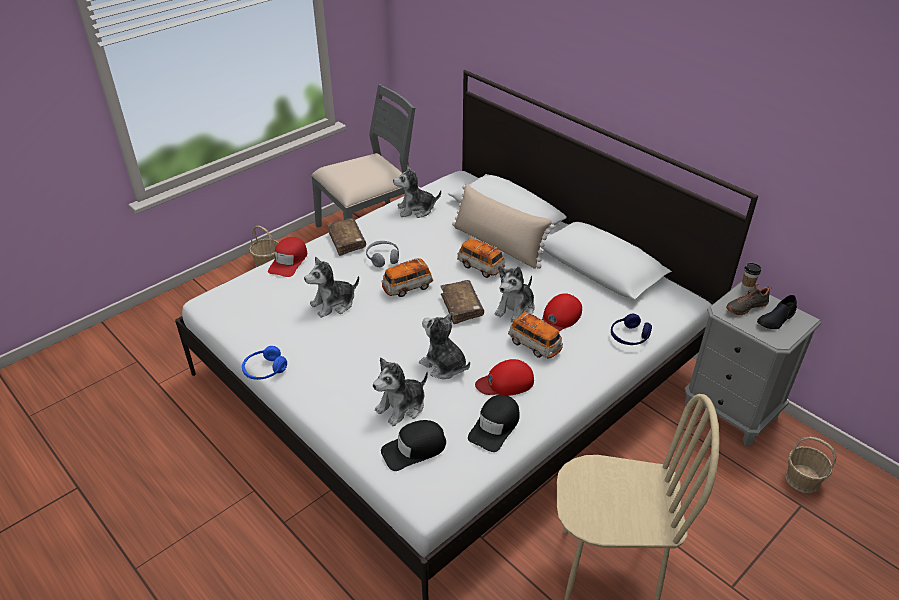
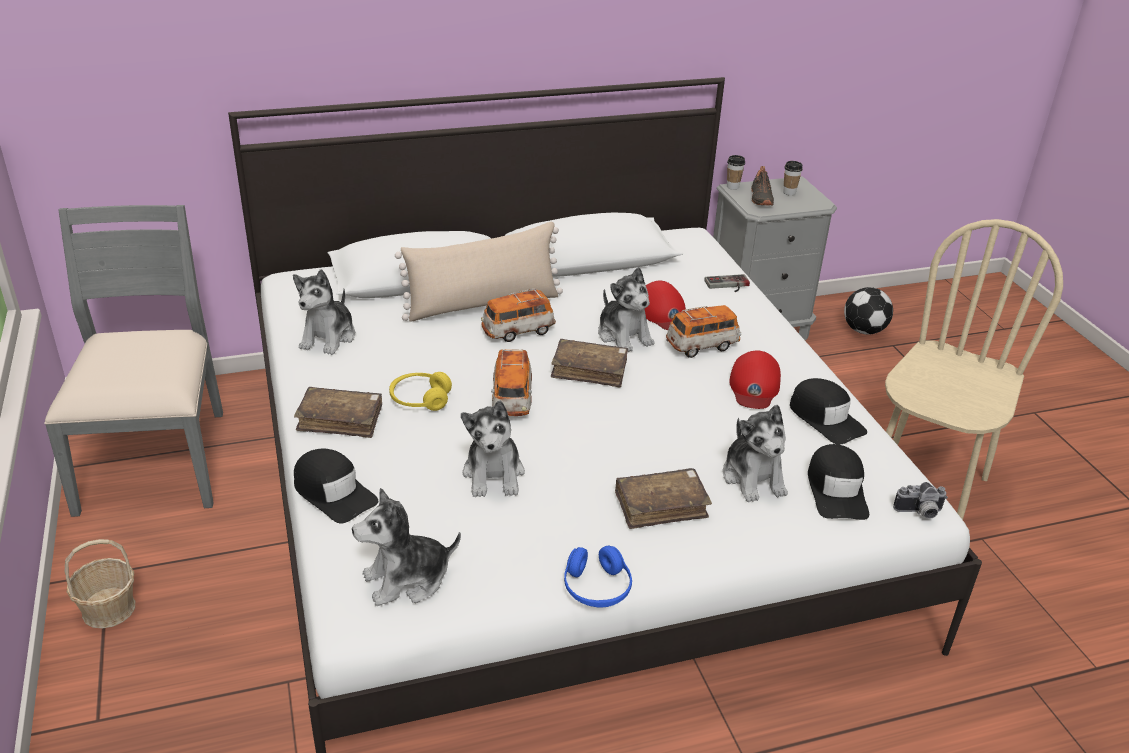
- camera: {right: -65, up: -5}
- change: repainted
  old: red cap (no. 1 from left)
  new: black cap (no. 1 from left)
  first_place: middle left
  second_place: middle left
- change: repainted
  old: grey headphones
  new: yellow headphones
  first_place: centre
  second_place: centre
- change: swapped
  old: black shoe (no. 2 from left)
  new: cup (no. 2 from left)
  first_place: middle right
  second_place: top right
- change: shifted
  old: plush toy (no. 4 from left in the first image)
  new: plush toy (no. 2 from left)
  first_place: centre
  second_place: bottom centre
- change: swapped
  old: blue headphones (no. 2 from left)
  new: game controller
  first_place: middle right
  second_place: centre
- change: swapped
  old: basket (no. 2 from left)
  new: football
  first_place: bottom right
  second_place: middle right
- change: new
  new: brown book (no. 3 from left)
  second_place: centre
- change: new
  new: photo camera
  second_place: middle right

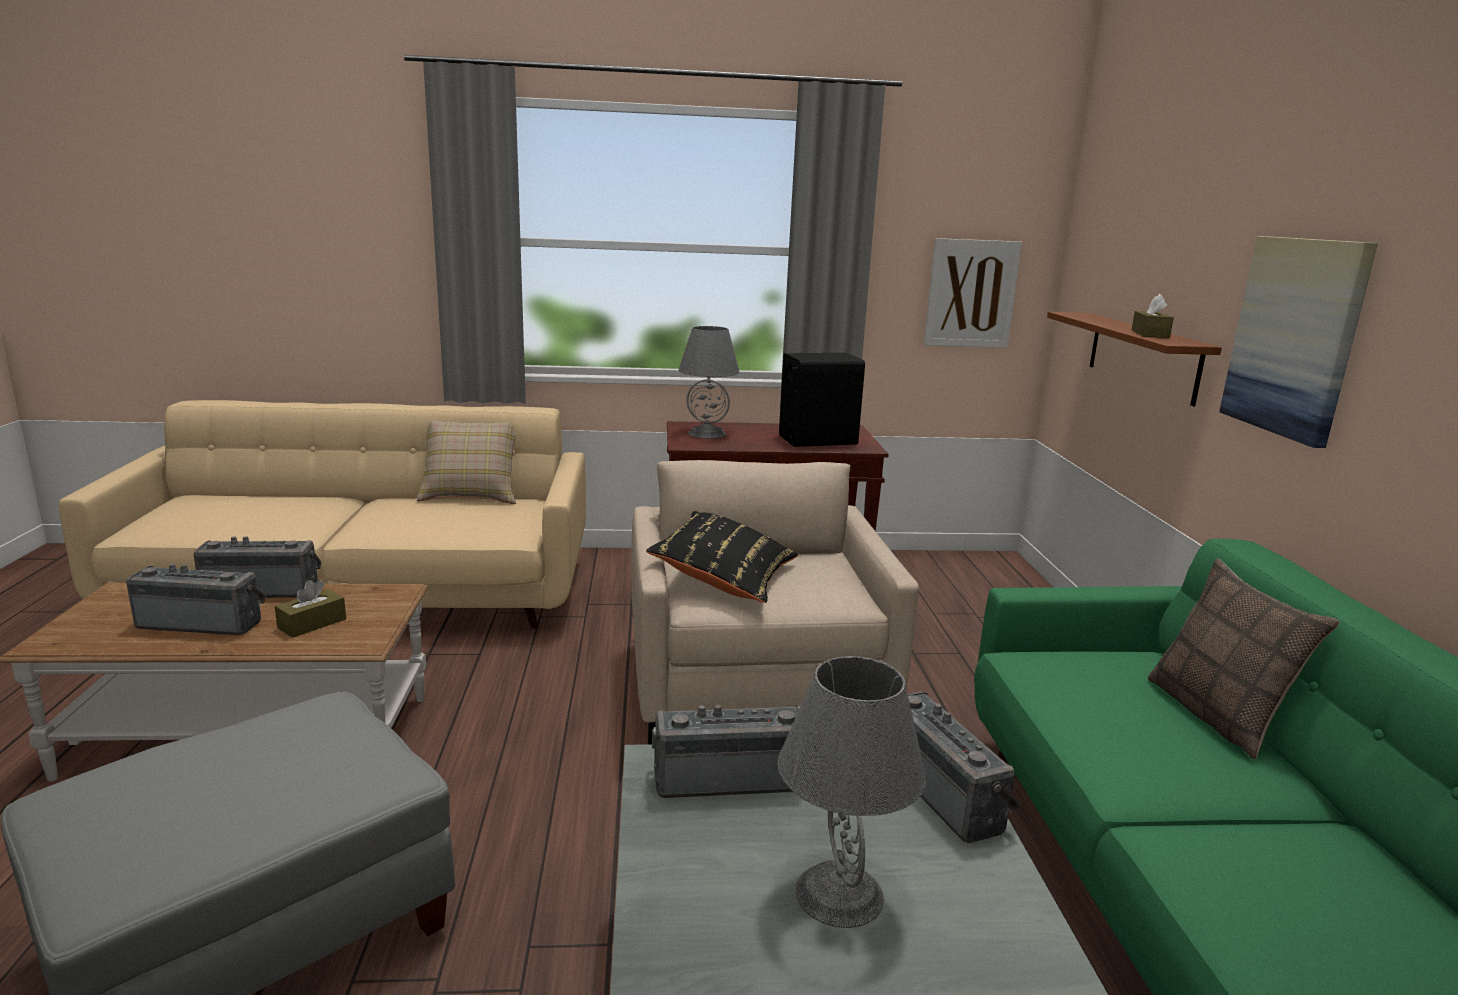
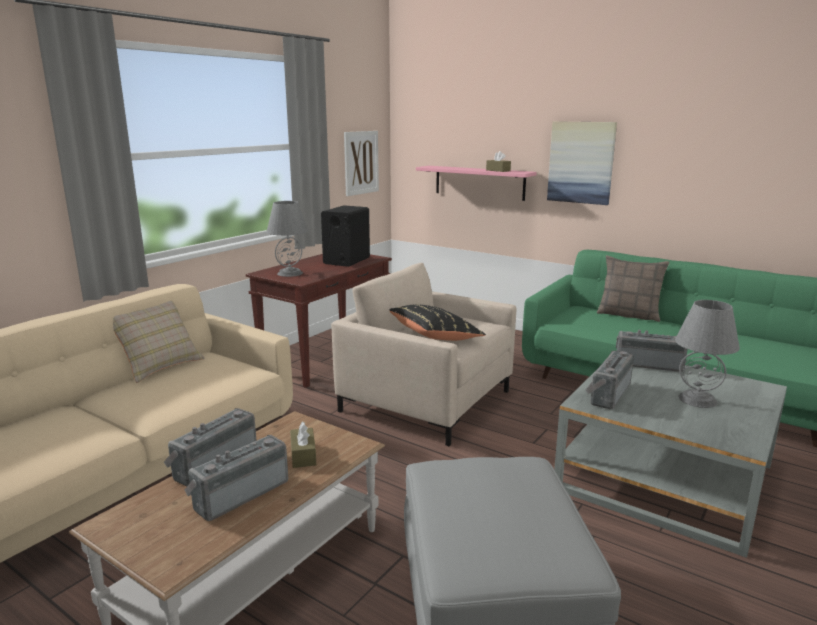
- camera: {right: -50, up: 0}
- change: repainted
  old: brown shelf
  new: pink shelf
  first_place: middle right
  second_place: top centre

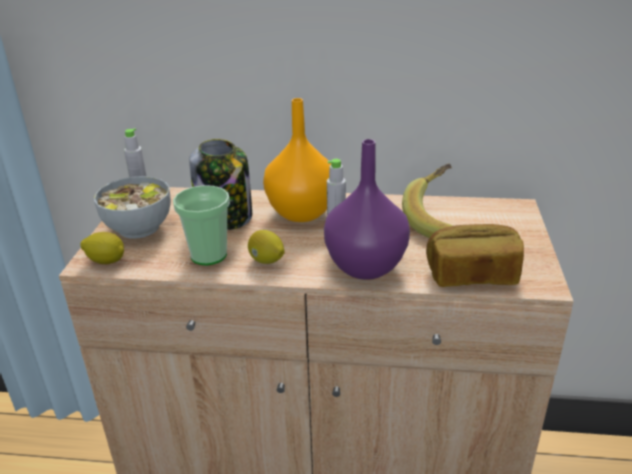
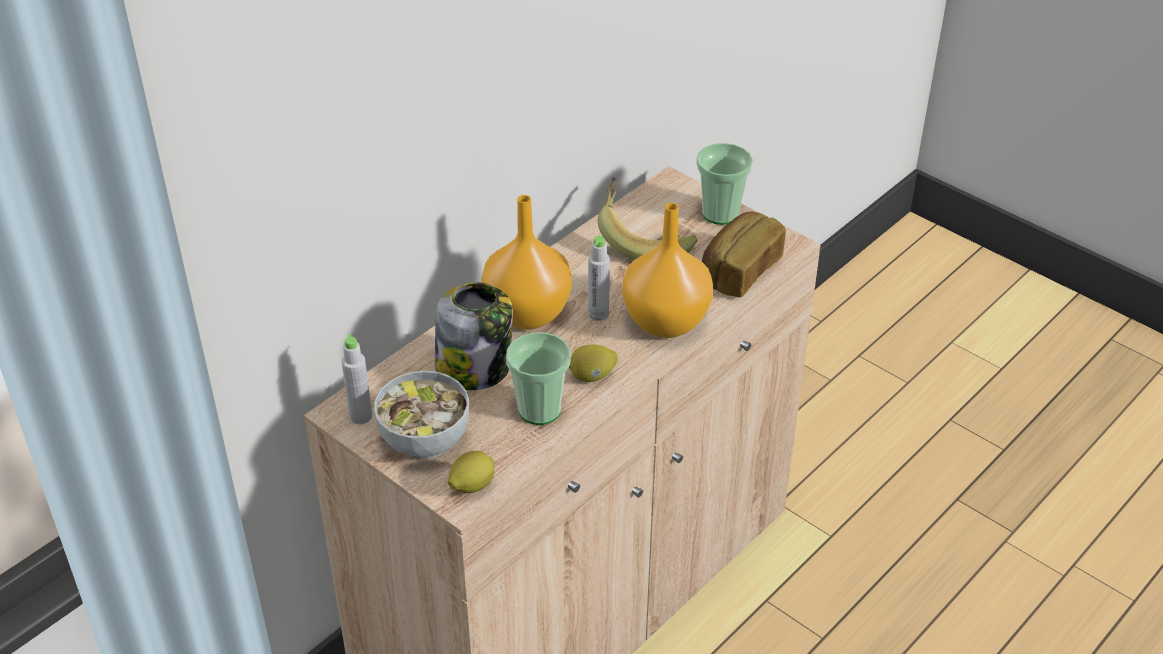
- camera: {right: -55, up: 10}
- change: repainted
  old: purple vase
  new: orange vase (no. 2 from left)
  first_place: centre
  second_place: centre
- change: new
  new: cup (no. 2 from left)
  second_place: top centre

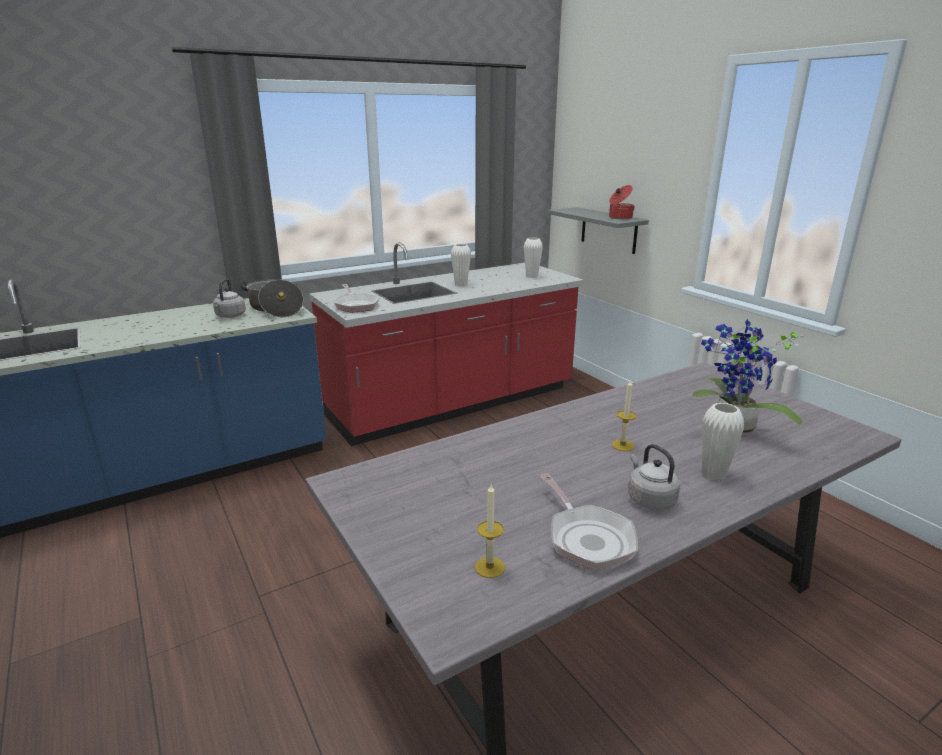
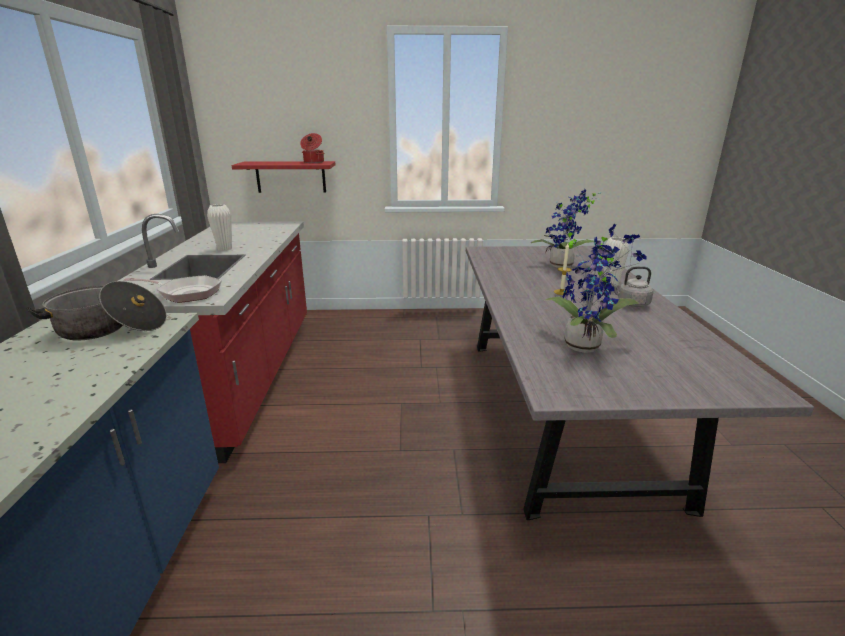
- camera: {right: -60, up: 0}
- change: repainted
  old: grey shelf
  new: red shelf
  first_place: top centre
  second_place: top centre
- change: gone
  old: white vase (no. 2 from left)
  first_place: centre
- change: gone
  old: grey kettle (no. 1 from left)
  first_place: middle left
- change: gone
  old: frying pan (no. 2 from left)
  first_place: bottom centre
- change: gone
  old: candle (no. 1 from left)
  first_place: bottom centre
- change: new
  new: potted plant (no. 2 from left)
  second_place: middle right

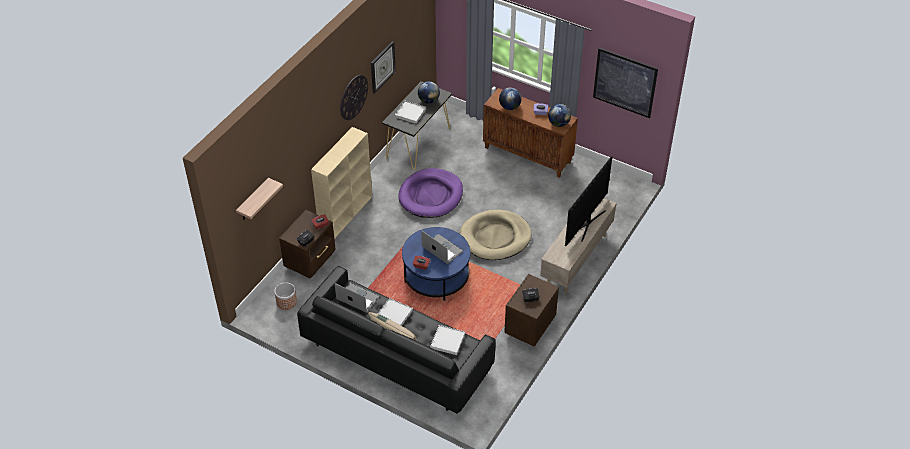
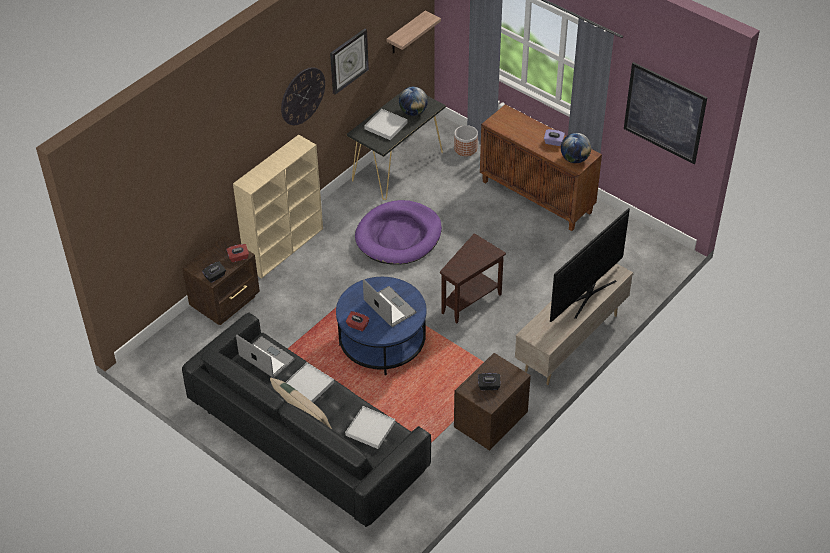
- camera: {right: 10, up: 0}
- change: gone
  old: globe (no. 2 from left)
  first_place: top centre
- change: shifted
  old: shelf
  first_place: middle left
  second_place: top centre
- change: swapped
  old: beige dog bed
  new: brown side table
  first_place: centre
  second_place: centre
- change: shifted
  old: planter
  first_place: middle left
  second_place: top centre

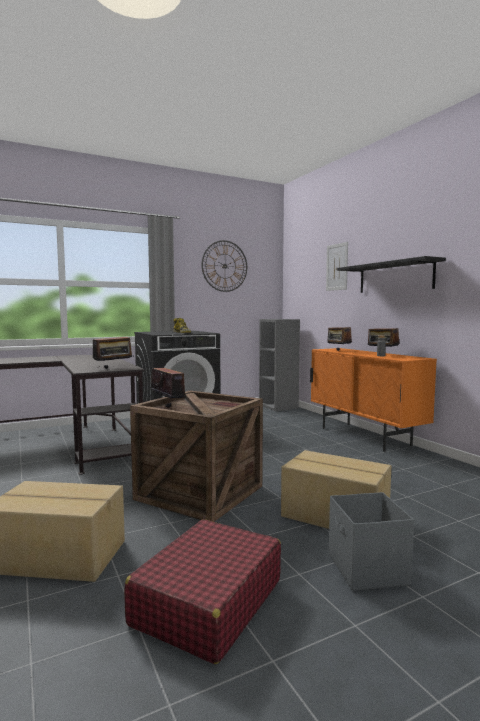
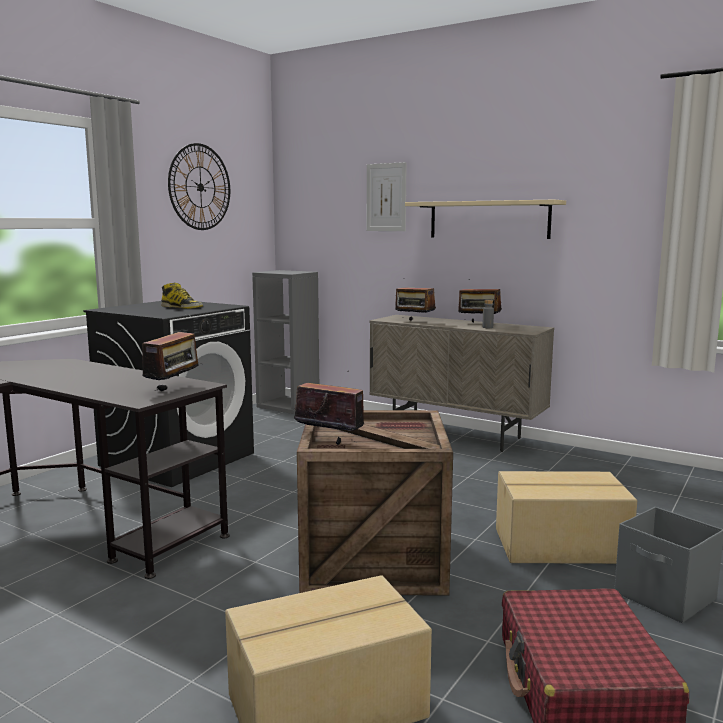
- camera: {right: -30, up: 5}
- change: repainted
  old: black shelf
  new: beige shelf
  first_place: middle right
  second_place: top right
- change: repainted
  old: orange cabinet
  new: beige cabinet
  first_place: middle right
  second_place: centre

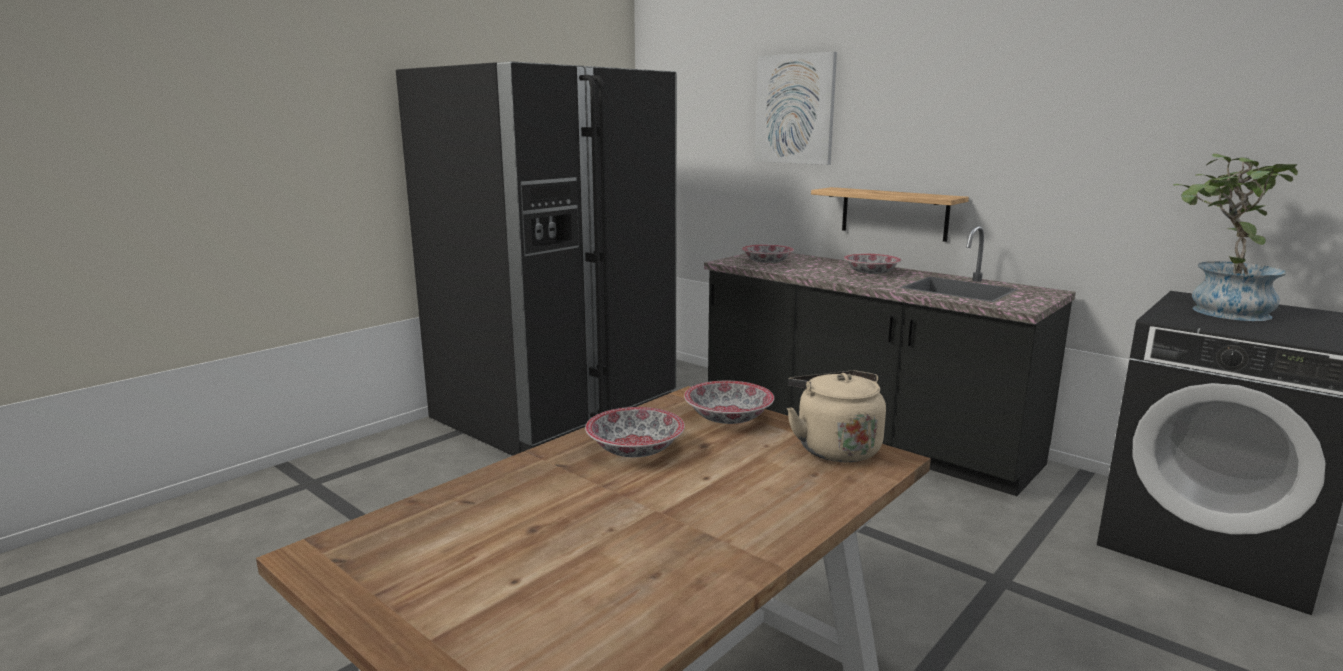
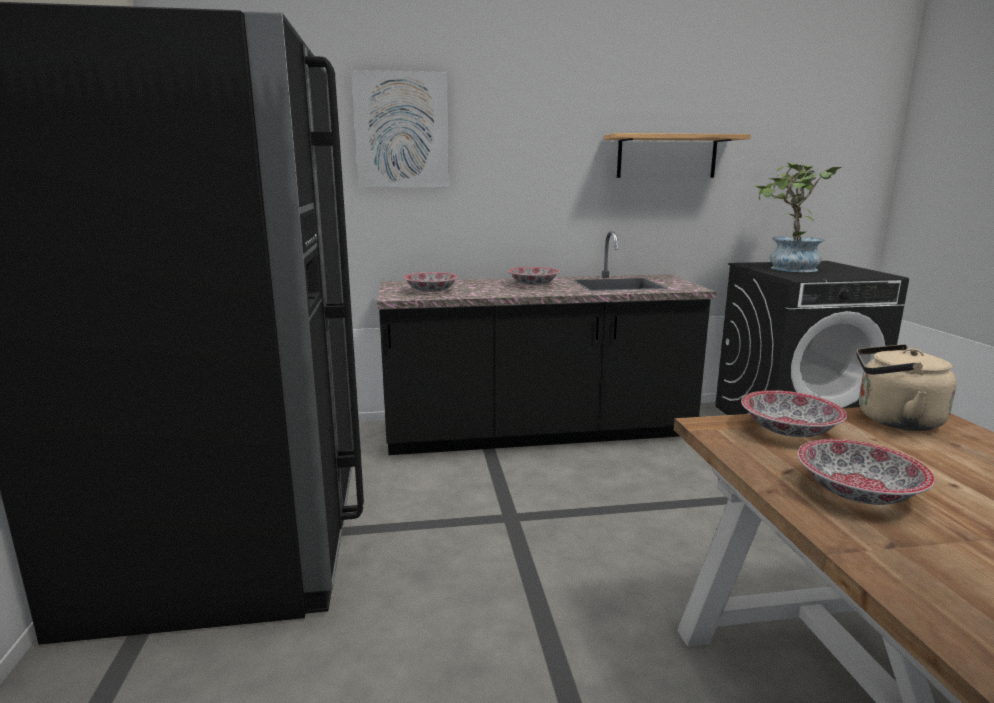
- camera: {right: -50, up: 0}
- change: shifted
  old: shelf
  first_place: top centre
  second_place: top right

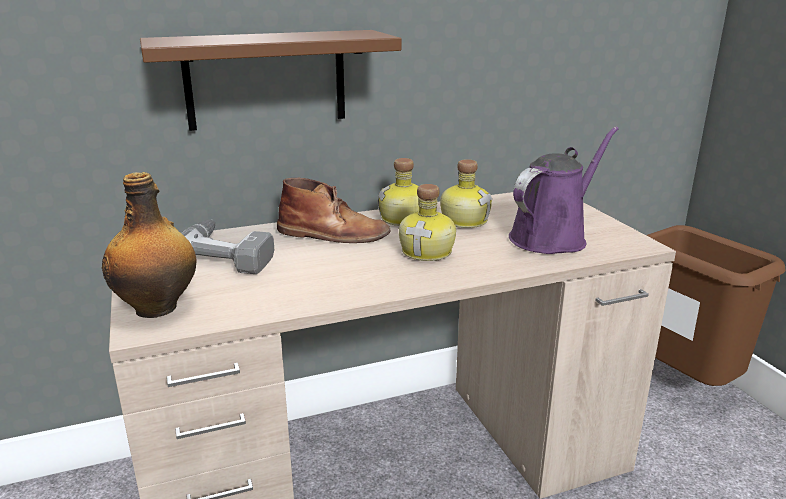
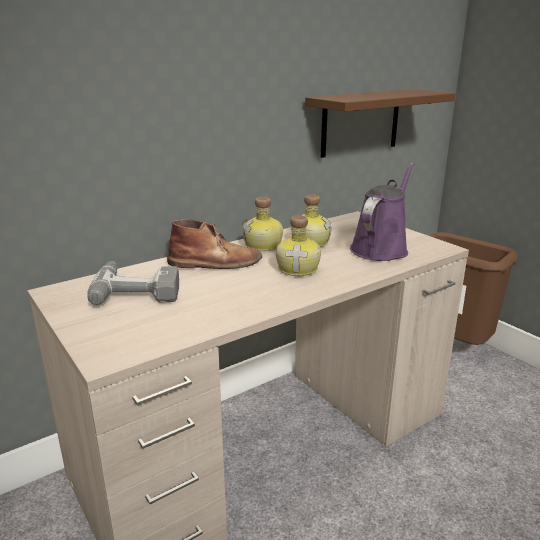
- camera: {right: -15, up: 0}
- change: shifted
  old: brown shelf
  first_place: top centre
  second_place: top right
- change: gone
  old: bottle (no. 1 from left)
  first_place: middle left

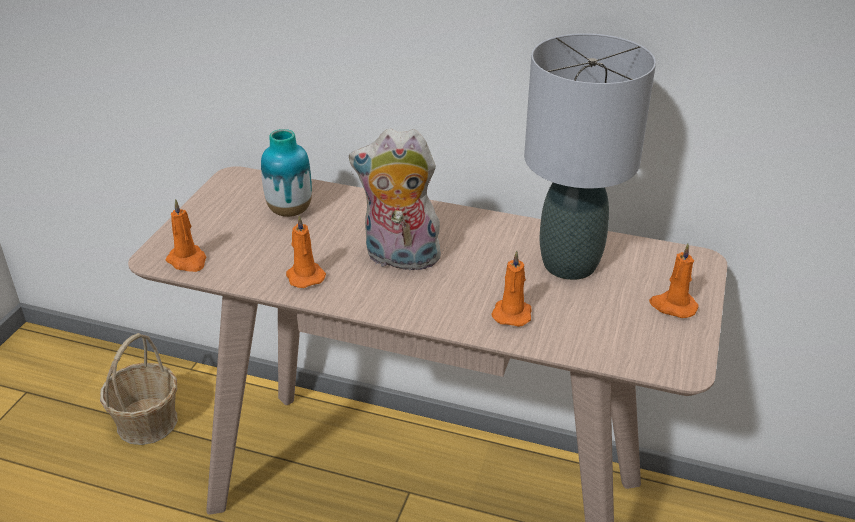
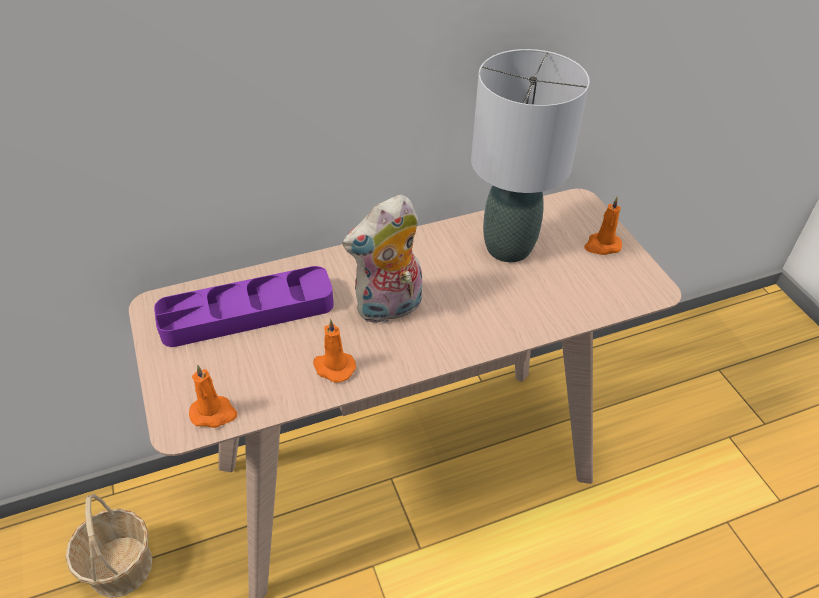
- camera: {right: -40, up: 10}
- change: swapped
  old: vase
  new: purple tray
  first_place: top centre
  second_place: middle left
- change: gone
  old: orange candle (no. 3 from left)
  first_place: centre

